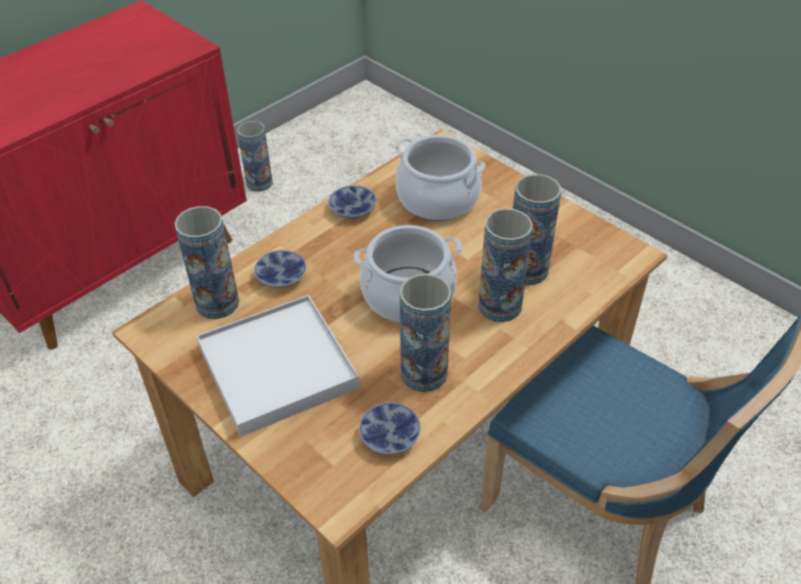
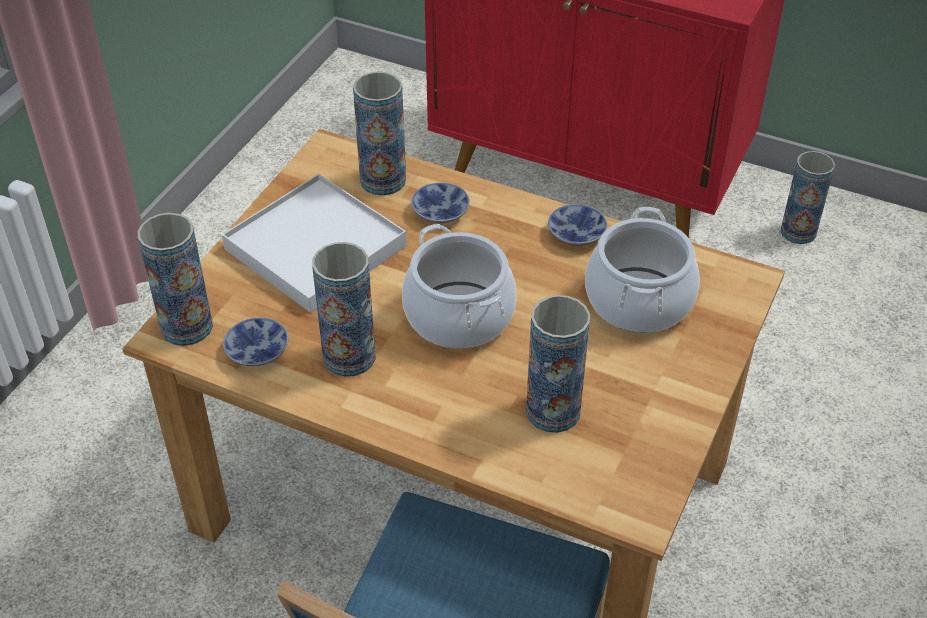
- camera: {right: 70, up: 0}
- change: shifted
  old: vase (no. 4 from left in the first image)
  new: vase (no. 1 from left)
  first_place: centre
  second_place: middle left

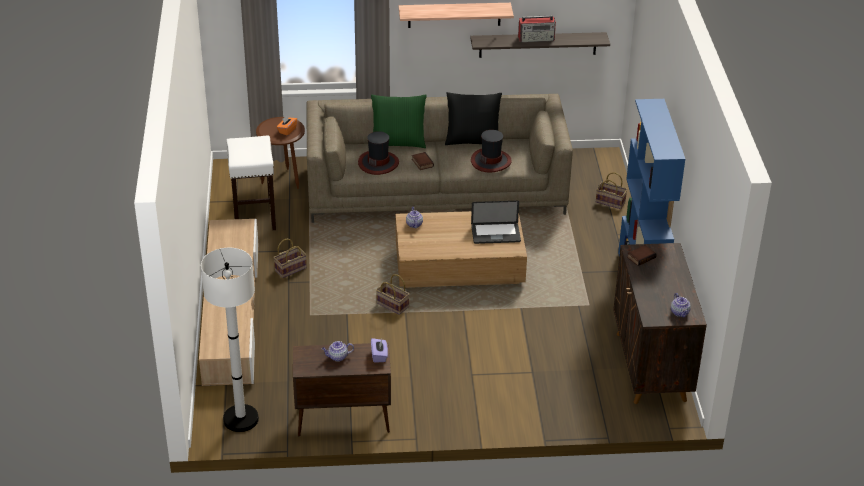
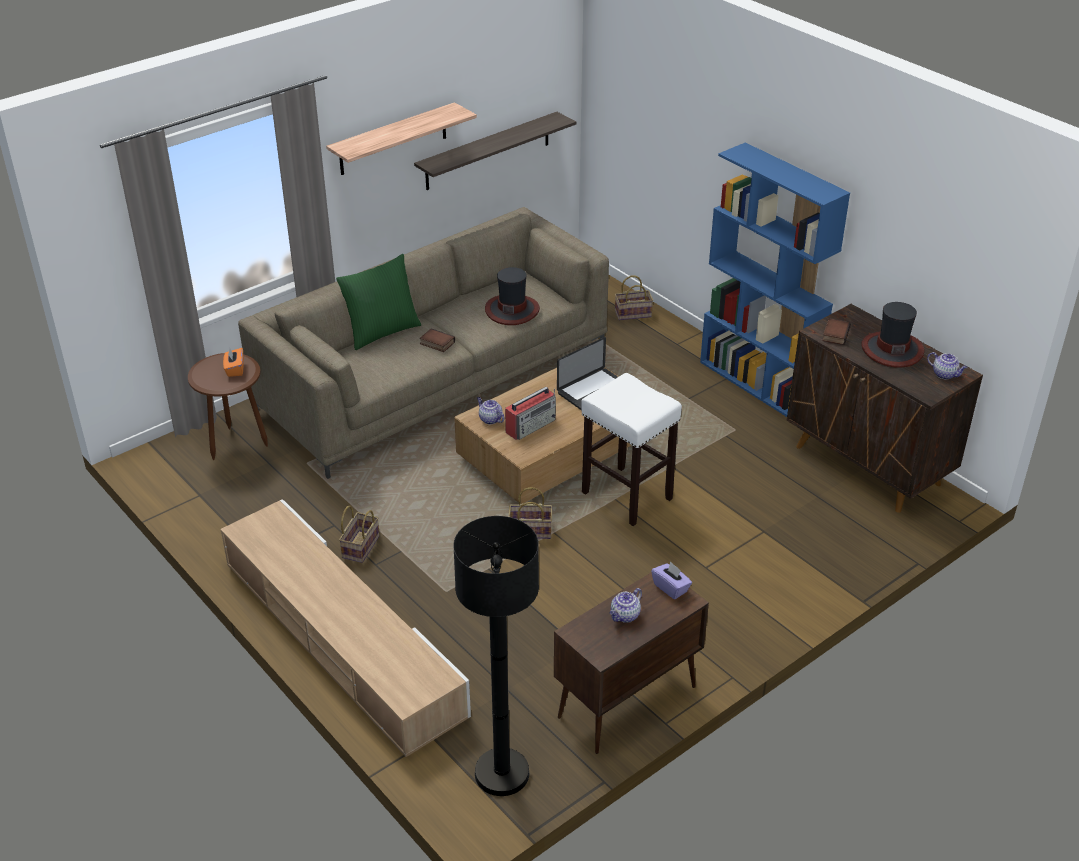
- camera: {right: -35, up: 0}
- change: shifted
  old: radio
  first_place: top centre
  second_place: centre
- change: gone
  old: black pillow
  first_place: top centre
- change: shifted
  old: hat (no. 1 from left in the first image)
  new: hat (no. 2 from left)
  first_place: top centre
  second_place: middle right
- change: shifted
  old: white stool
  first_place: middle left
  second_place: centre
- change: repainted
  old: white floor lamp
  new: black floor lamp
  first_place: bottom left
  second_place: bottom centre

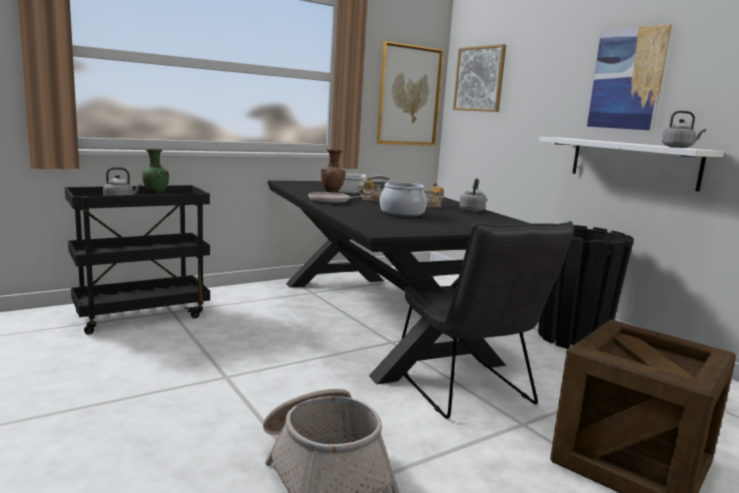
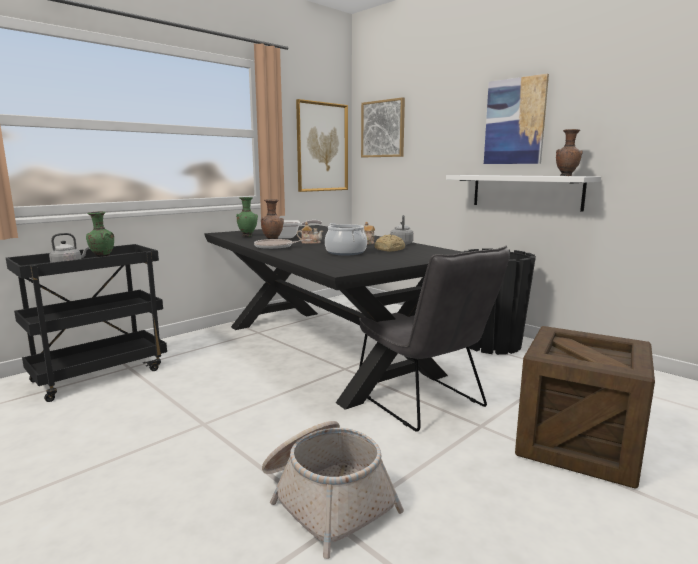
- camera: {right: -10, up: 0}
- change: swapped
  old: grey kettle (no. 3 from left)
  new: brown vase (no. 2 from left)
  first_place: top right
  second_place: top right
- change: new
  new: green vase (no. 2 from left)
  second_place: centre
- change: new
  new: bread
  second_place: centre

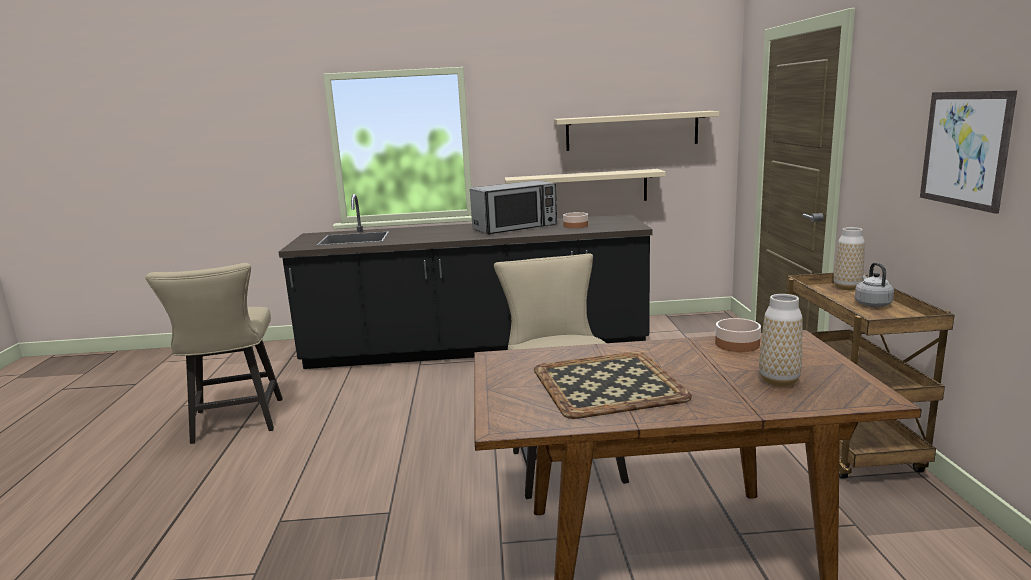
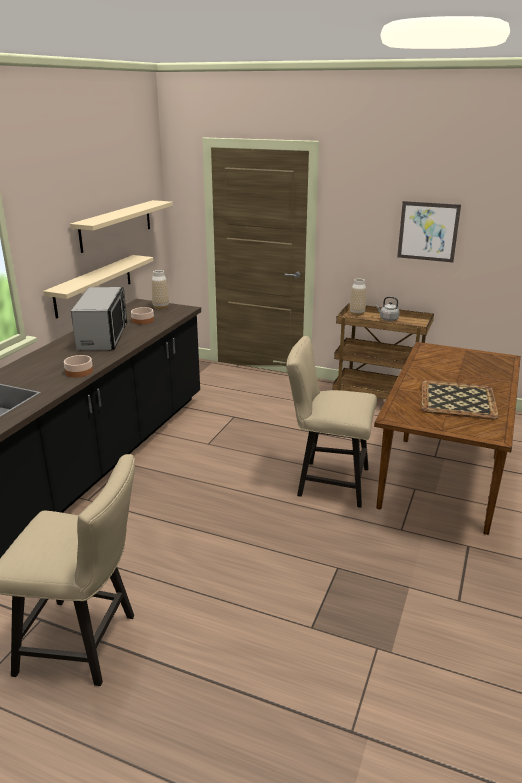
- camera: {right: -65, up: 10}
- change: shifted
  old: vase (no. 1 from left)
  first_place: middle right
  second_place: middle left
- change: shifted
  old: bowl (no. 2 from left in the first image)
  new: bowl (no. 1 from left)
  first_place: middle right
  second_place: middle left

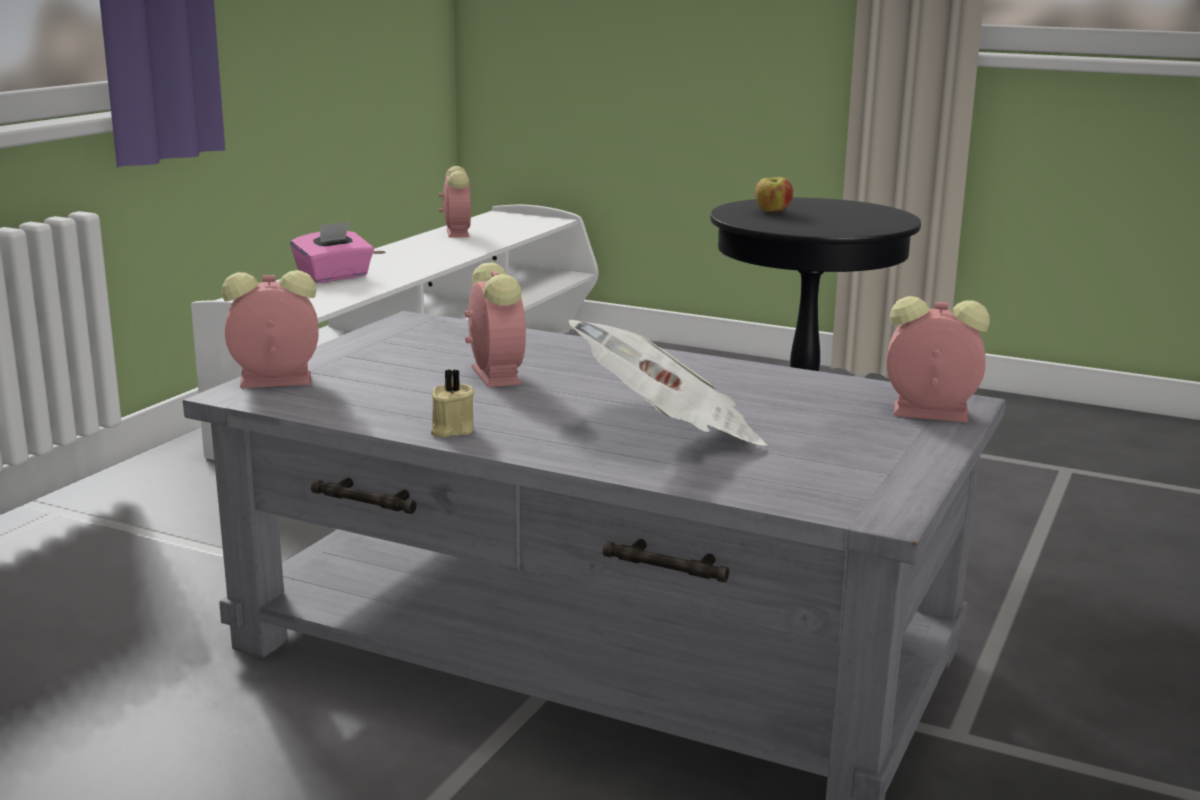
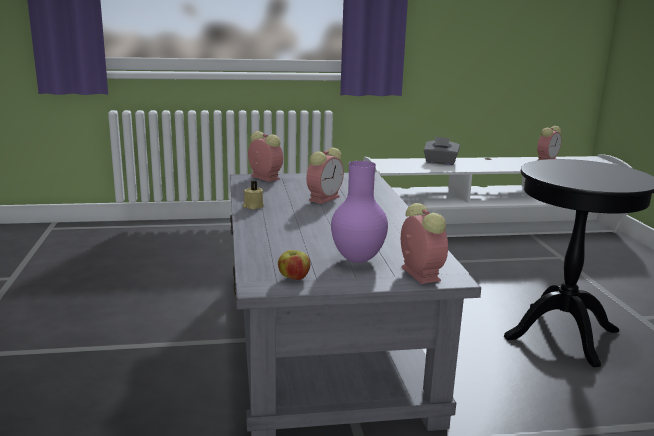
- camera: {right: 55, up: 0}
- change: shifted
  old: apple
  first_place: top centre
  second_place: centre
- change: repainted
  old: pink tissue box
  new: grey tissue box
  first_place: top left
  second_place: middle right
- change: gone
  old: newspaper
  first_place: centre
- change: new
  new: purple vase
  second_place: centre

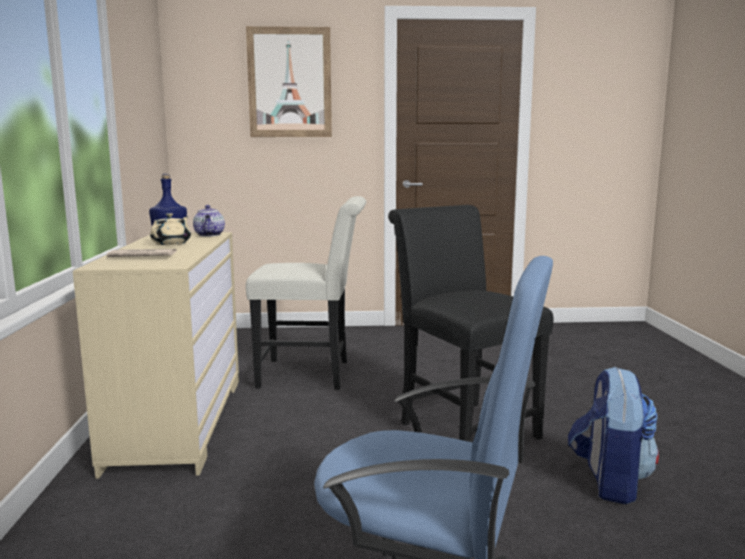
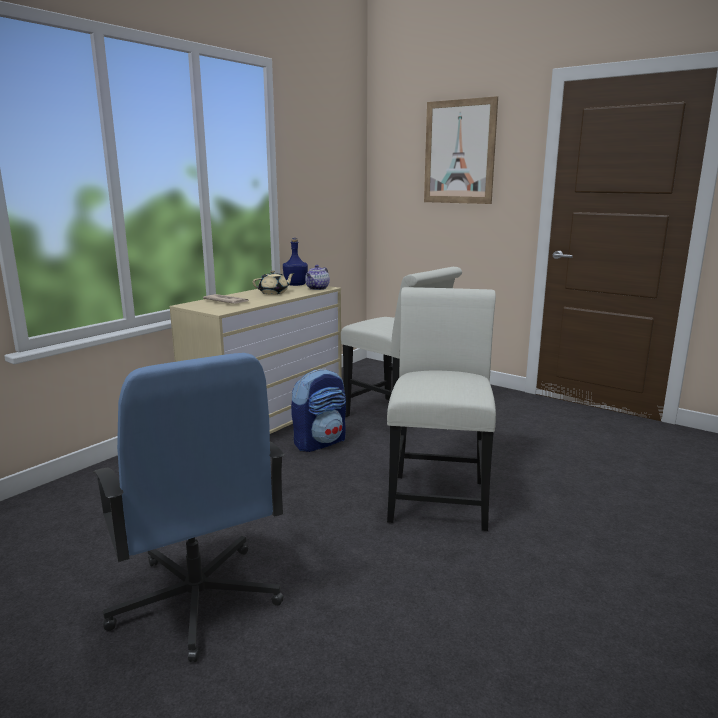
- camera: {right: 40, up: 5}
- change: repainted
  old: black chair
  new: white chair (no. 2 from left)
  first_place: centre
  second_place: centre
- change: shifted
  old: backpack
  first_place: bottom right
  second_place: centre

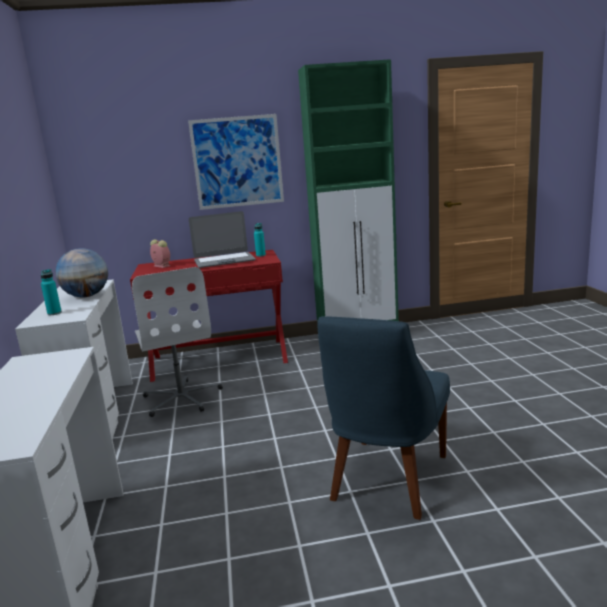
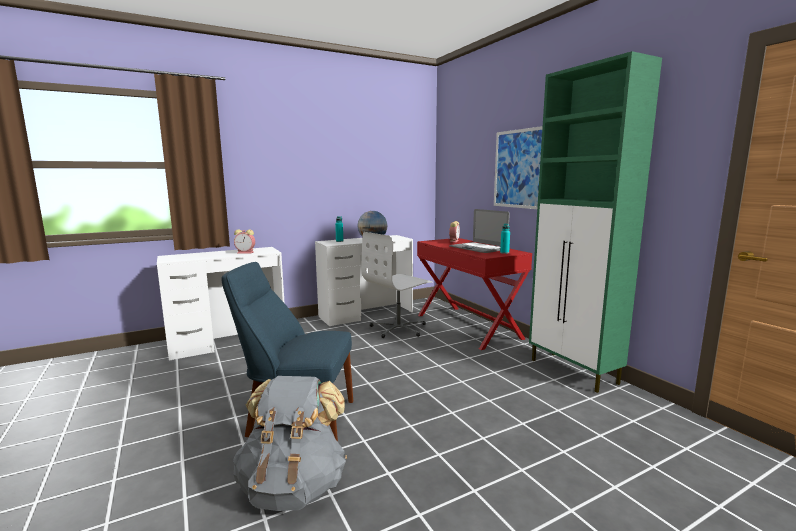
- camera: {right: 70, up: -5}
- change: new
  new: alarm clock (no. 1 from left)
  second_place: middle left
- change: new
  new: grey backpack
  second_place: bottom centre

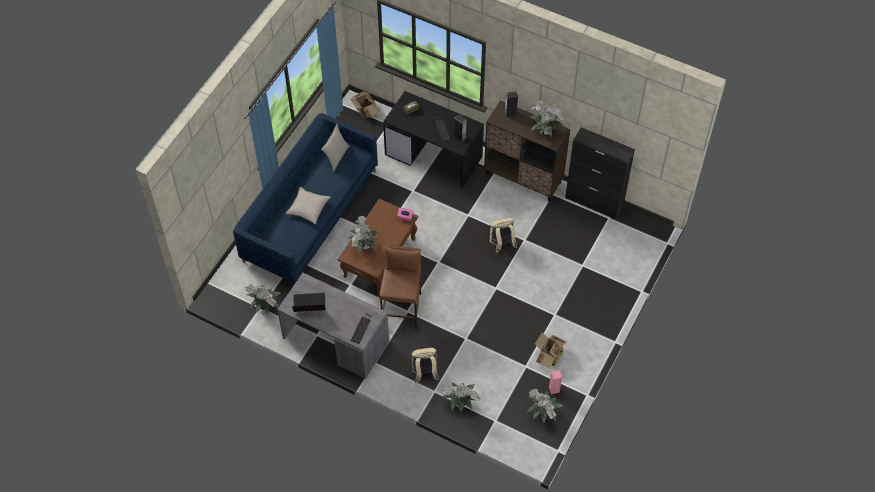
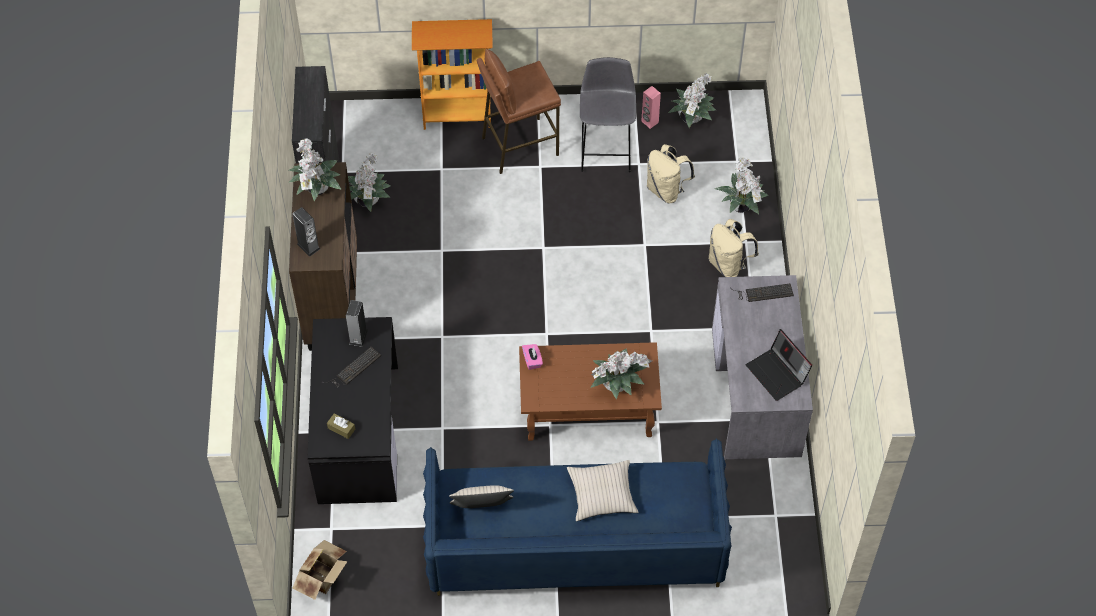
- camera: {right: -120, up: 0}
- change: shifted
  old: beige backpack (no. 2 from left in the first image)
  new: beige backpack (no. 1 from left)
  first_place: centre
  second_place: top centre
- change: shifted
  old: brown stool
  first_place: centre
  second_place: top centre
- change: shifted
  old: potted plant (no. 1 from left in the first image)
  new: potted plant (no. 2 from left)
  first_place: middle left
  second_place: top centre
- change: swapped
  old: cardboard box (no. 2 from left)
  new: grey stool
  first_place: bottom centre
  second_place: top centre
- change: new
  new: bookcase
  second_place: top centre

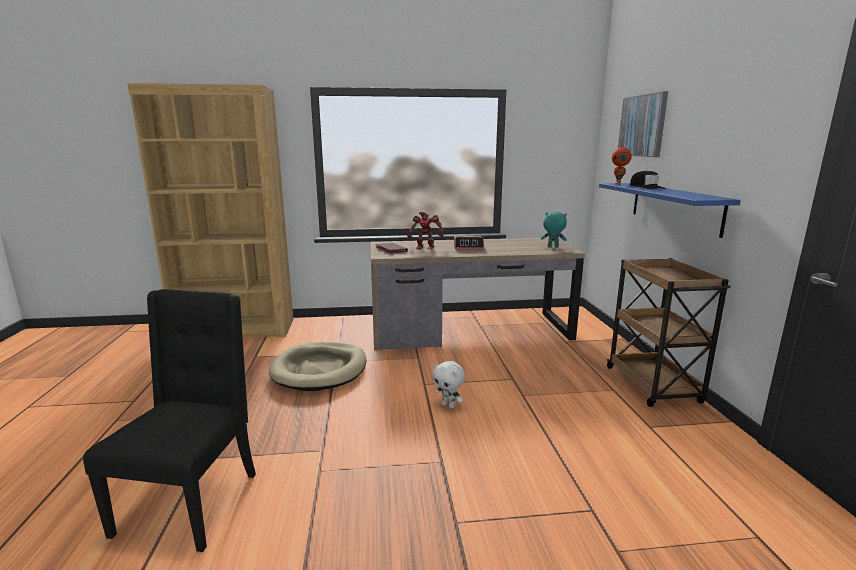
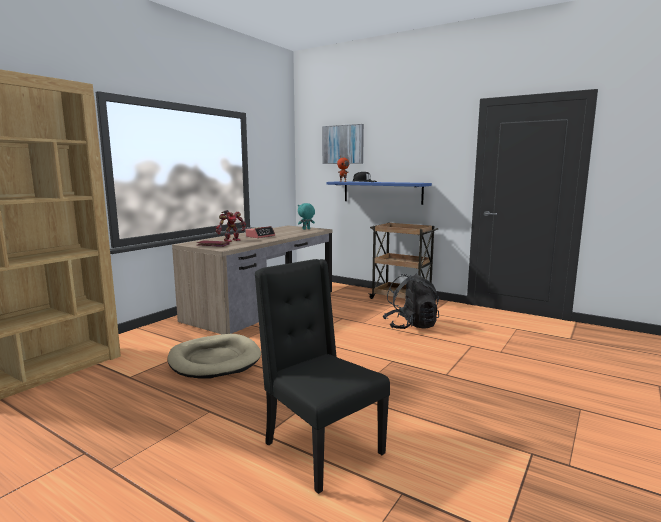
- camera: {right: -50, up: -5}
- change: gone
  old: white plush toy
  first_place: bottom centre
- change: new
  new: black backpack
  second_place: centre

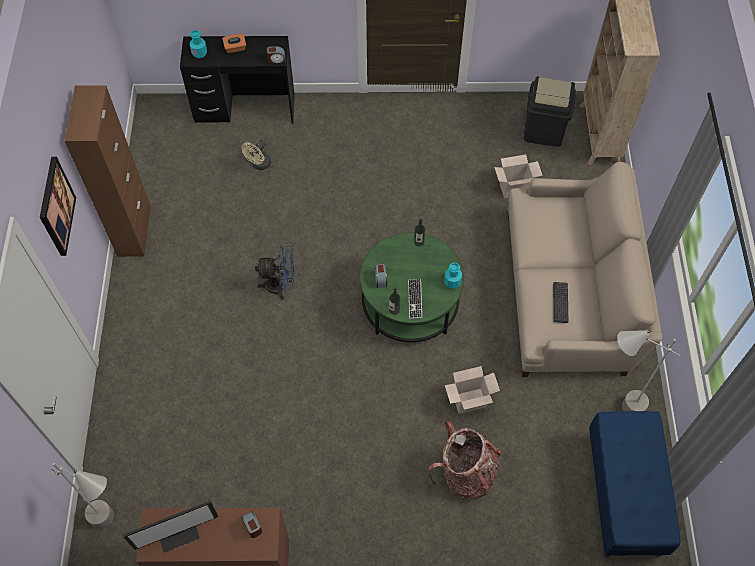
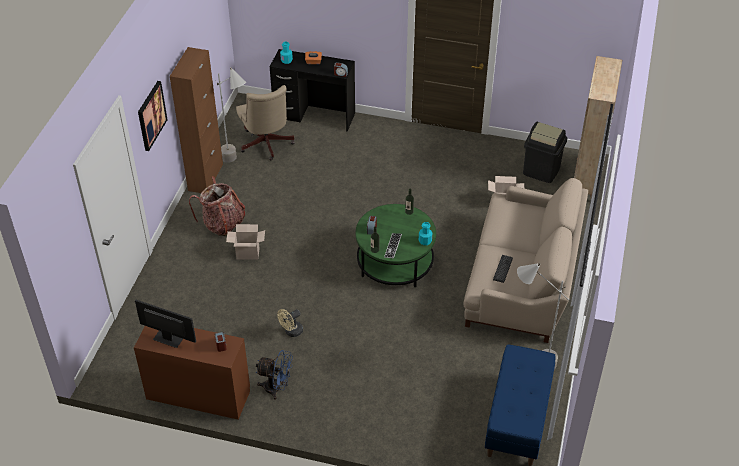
- camera: {right: 15, up: -15}
- change: shifted
  old: beige fan
  first_place: top centre
  second_place: bottom centre
- change: shifted
  old: blue fan
  first_place: centre
  second_place: bottom centre
- change: shifted
  old: cardboard box (no. 1 from left)
  first_place: bottom centre
  second_place: middle left
- change: shifted
  old: backpack
  first_place: bottom centre
  second_place: middle left
- change: shifted
  old: grey floor lamp (no. 1 from left)
  first_place: bottom left
  second_place: top left
- change: rotated
  old: monitor
  first_place: bottom left
  second_place: bottom left
  degrees: -150
- change: new
  new: beige office chair
  second_place: top centre

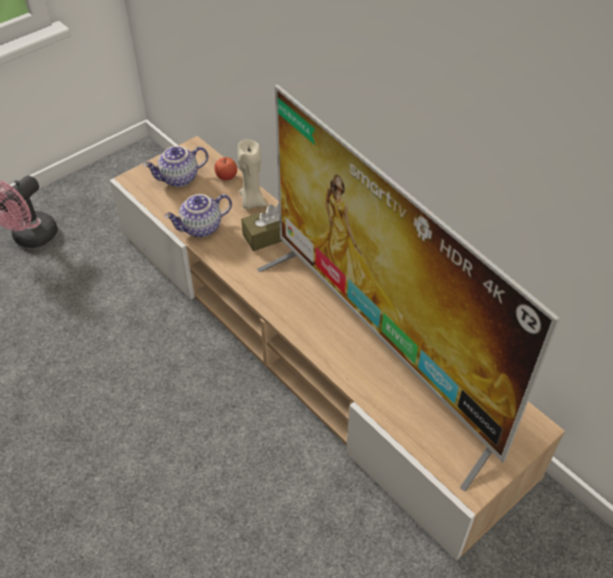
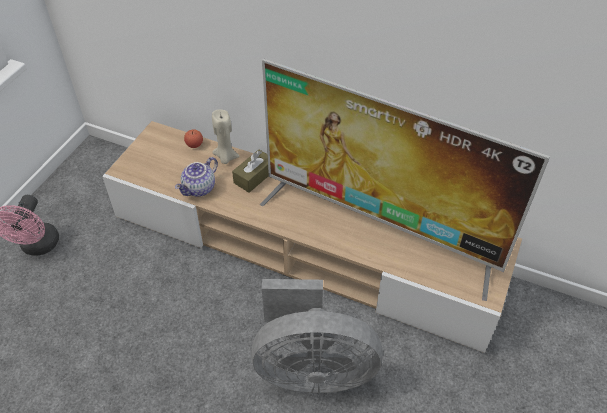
- camera: {right: -25, up: 0}
- change: gone
  old: teapot (no. 1 from left)
  first_place: top left
- change: new
  new: grey fan
  second_place: bottom centre

